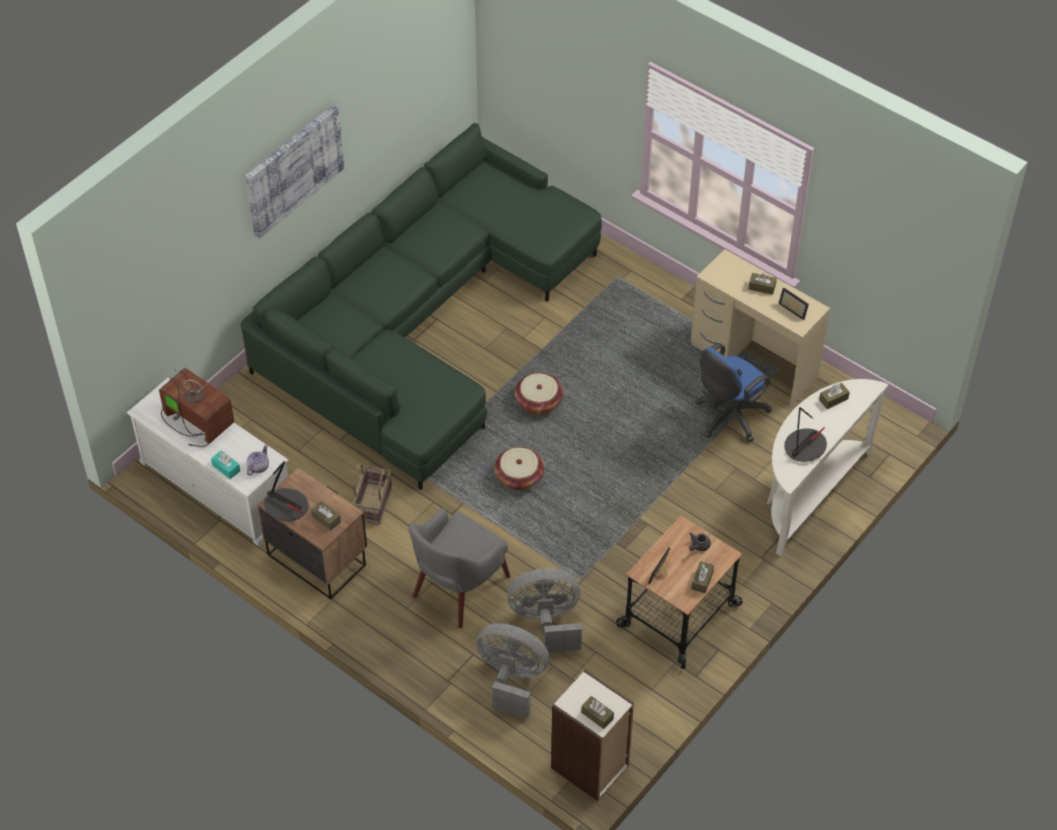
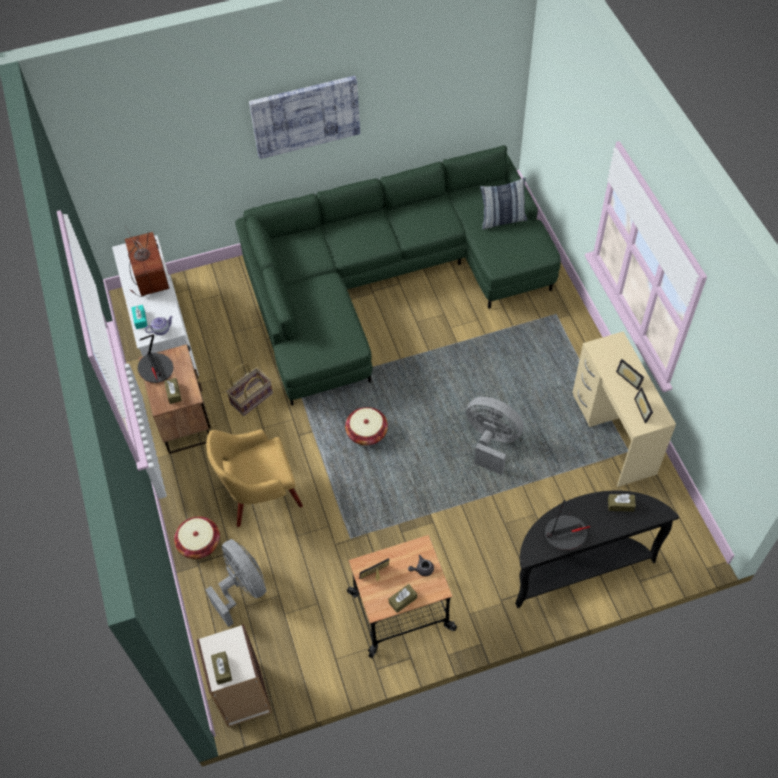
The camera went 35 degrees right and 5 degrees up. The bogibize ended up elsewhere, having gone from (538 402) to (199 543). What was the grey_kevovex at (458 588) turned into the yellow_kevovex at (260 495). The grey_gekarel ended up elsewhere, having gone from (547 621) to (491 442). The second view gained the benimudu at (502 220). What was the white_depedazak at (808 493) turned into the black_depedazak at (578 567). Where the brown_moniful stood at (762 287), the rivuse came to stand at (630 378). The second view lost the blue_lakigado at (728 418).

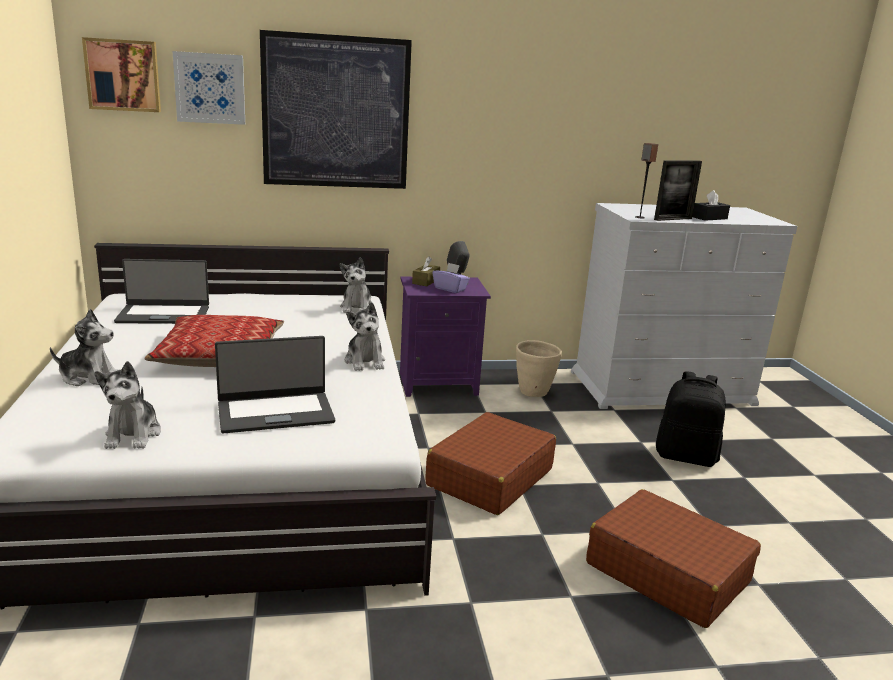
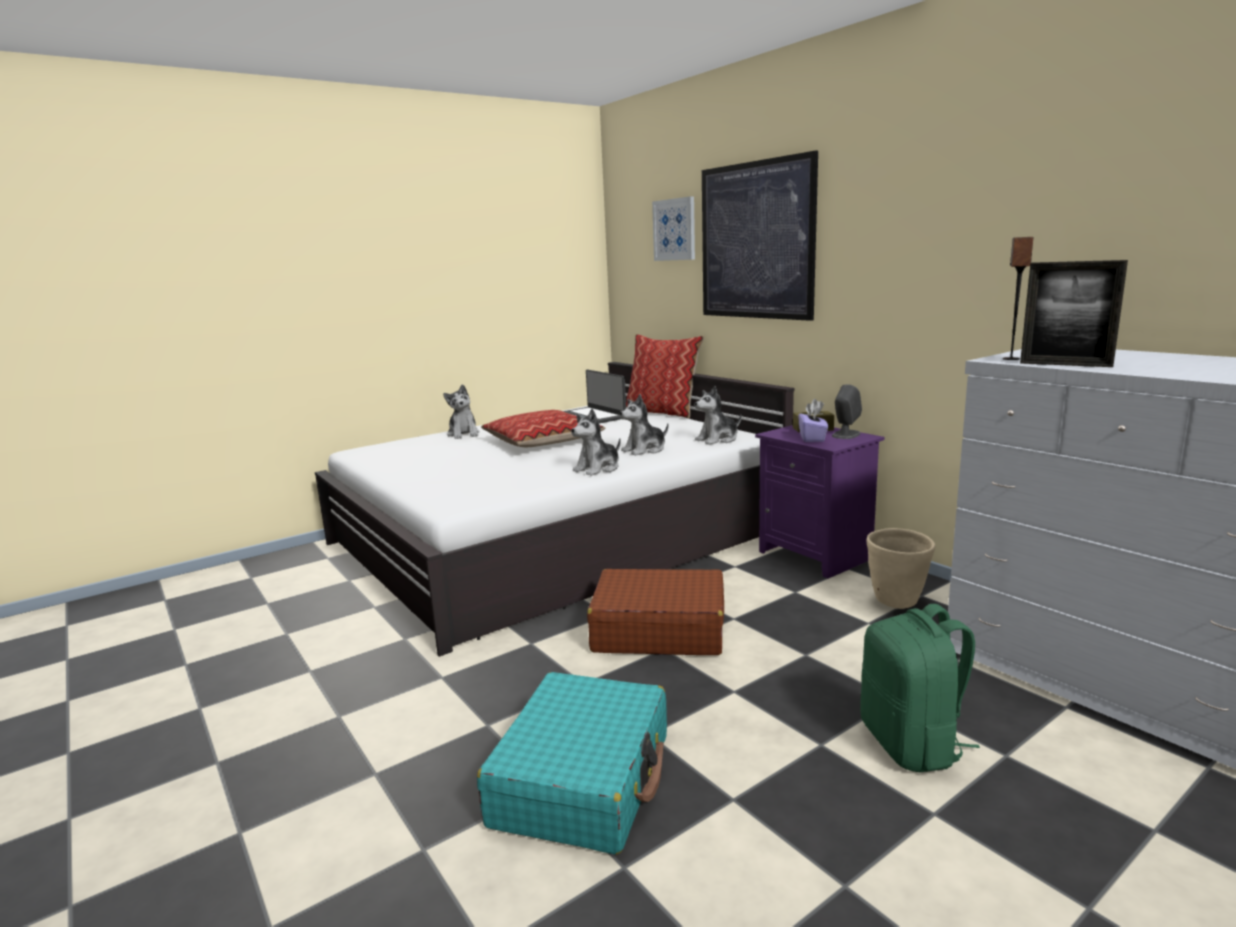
The camera went 65 degrees right and 5 degrees down. What was the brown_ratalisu at (667 572) turned into the turquoise_ratalisu at (583 780). The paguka ended up elsewhere, having gone from (133 435) to (645 450). The second view gained the benimudu at (662 412). What was the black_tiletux at (686 456) turned into the green_tiletux at (912 744). The second view lost the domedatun at (123 75). The second view lost the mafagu at (275 412). The second view lost the black_moniful at (709 218).

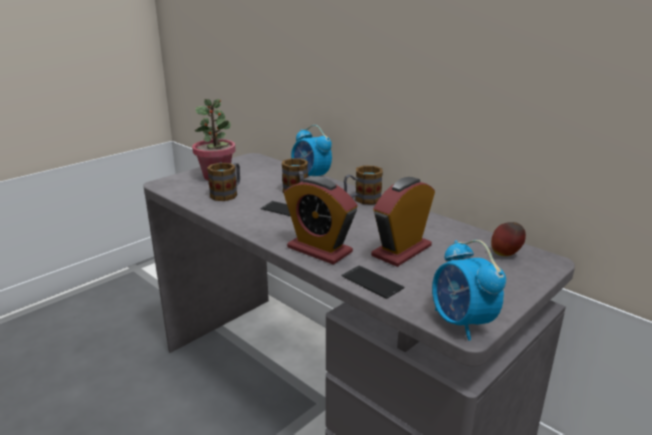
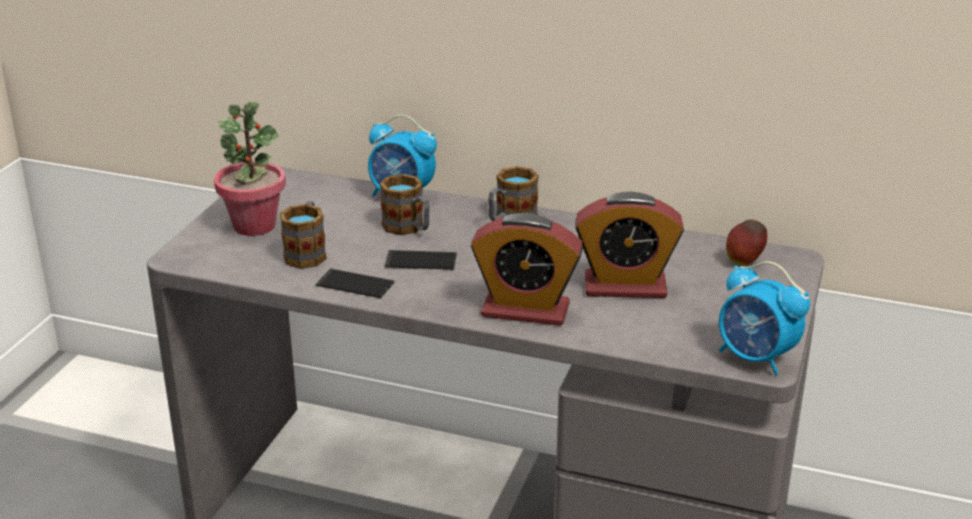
The camera went 25 degrees left and 5 degrees up. The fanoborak ended up elsewhere, having gone from (372 282) to (355 284). The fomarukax at (401 251) ended up facing another way, 105 degrees counterclockwise from before.

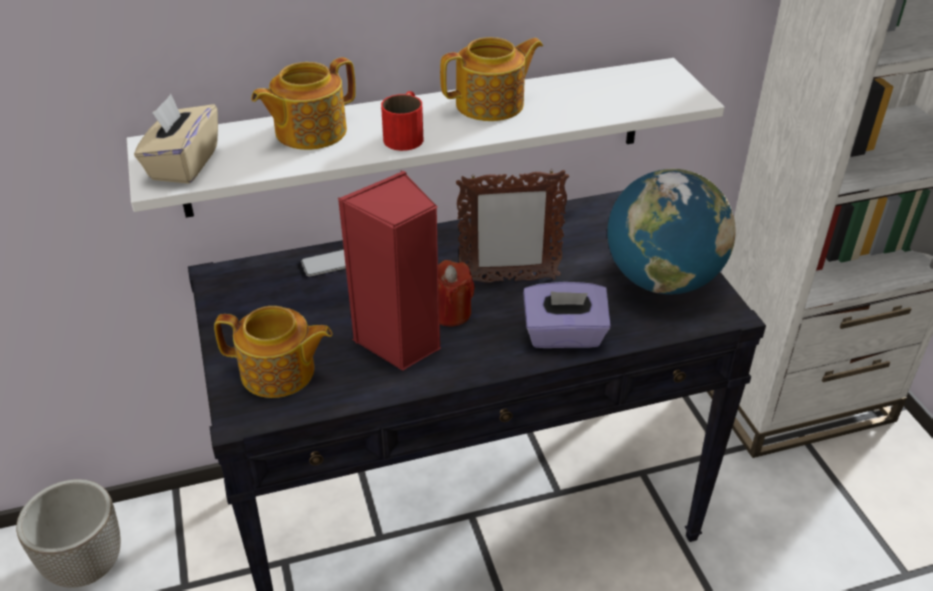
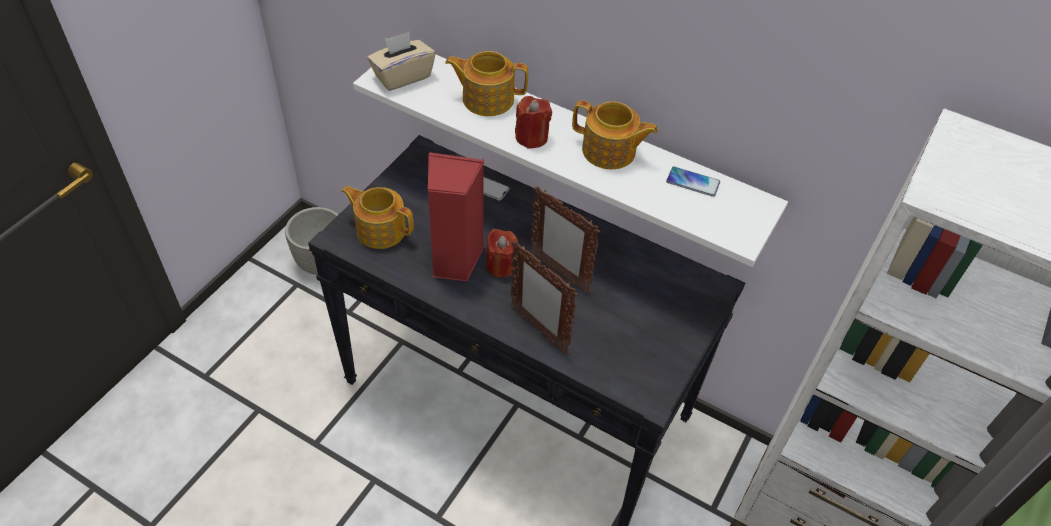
The camera went 45 degrees right and 10 degrees up. The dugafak at (279 373) ended up facing another way, 150 degrees clockwise from before. Where the purple_moniful stood at (564 336), the rivuse came to stand at (538 330). Where the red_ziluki stood at (406 134), the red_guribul came to stand at (531 137). The second view gained the fanoborak at (693 182). The second view lost the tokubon at (662 280).

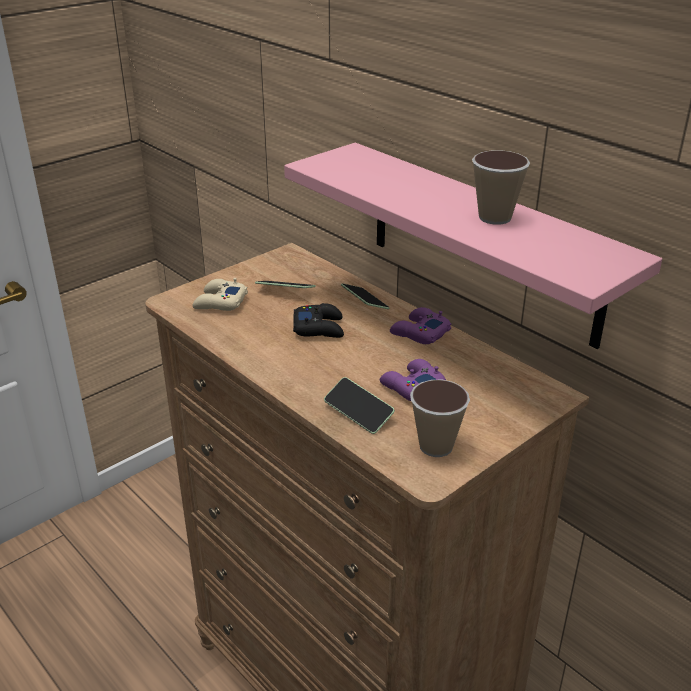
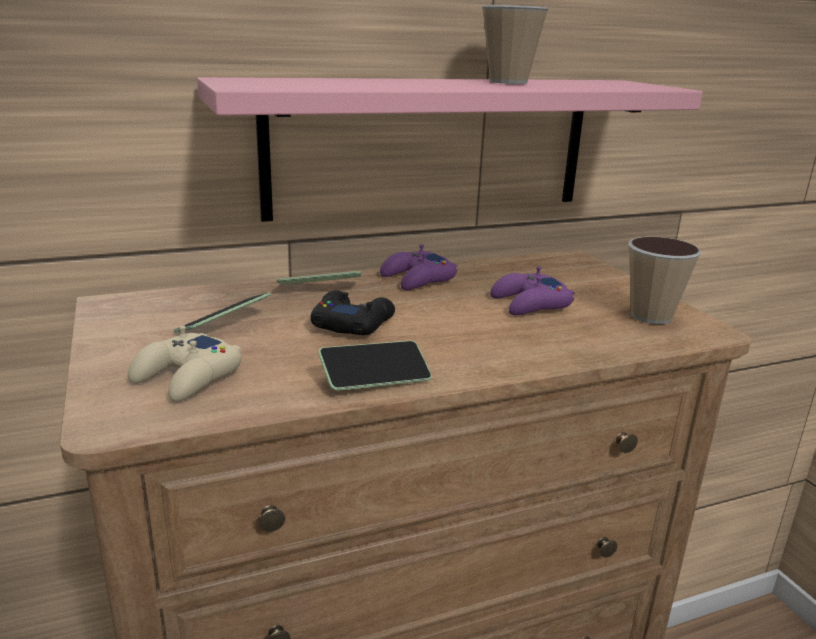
The camera went 70 degrees left and 10 degrees down. The fanoborak ended up elsewhere, having gone from (358 413) to (375 379).

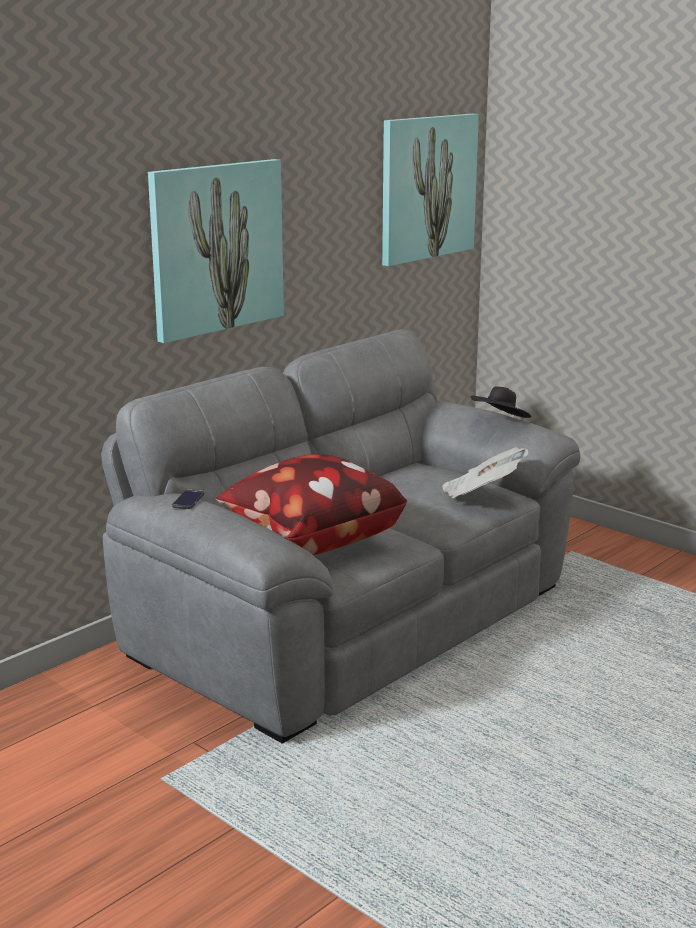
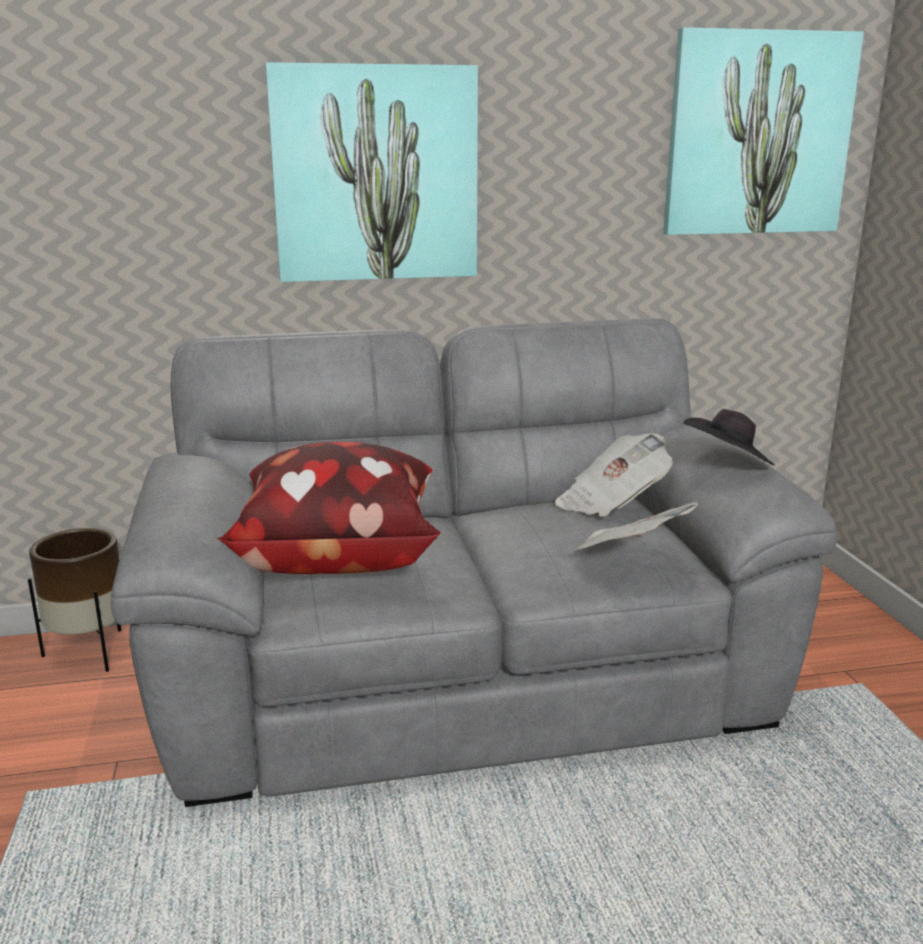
The camera went 35 degrees right and 0 degrees up. The second view gained the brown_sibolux at (91 652). The second view gained the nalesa at (610 502). The second view lost the fanoborak at (188 500).

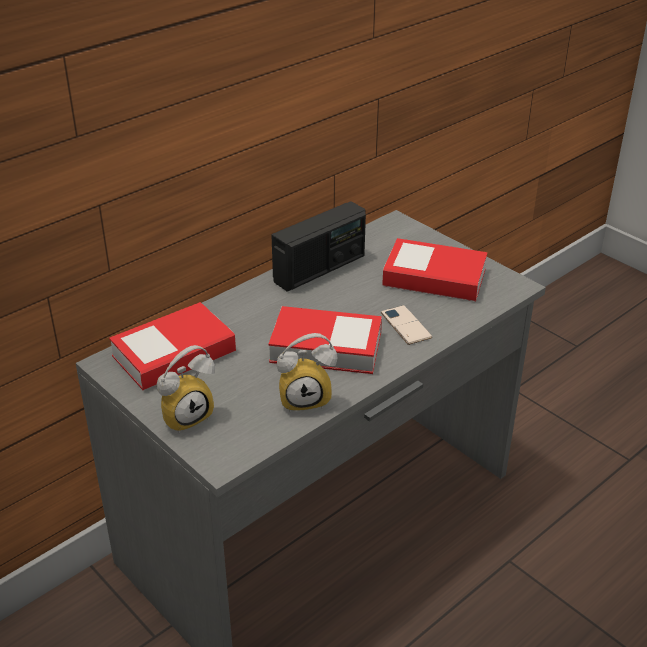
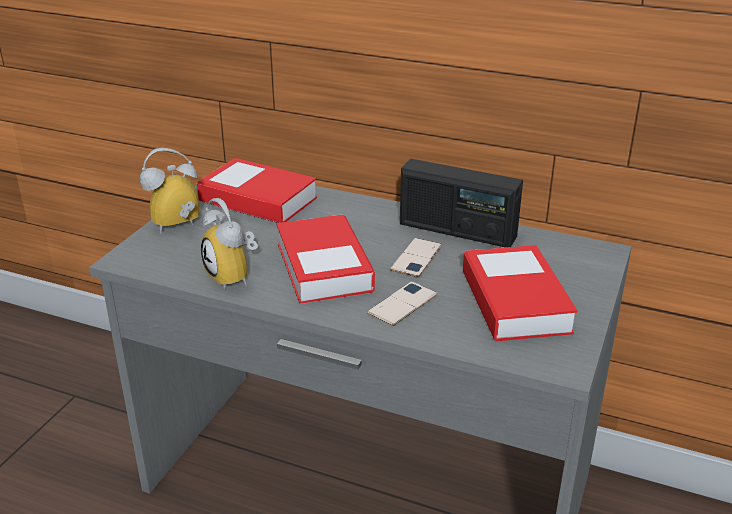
The camera went 65 degrees right and 5 degrees down. The fomarukax at (186 415) ended up facing another way, 120 degrees clockwise from before. The second view gained the fanoborak at (416 258).

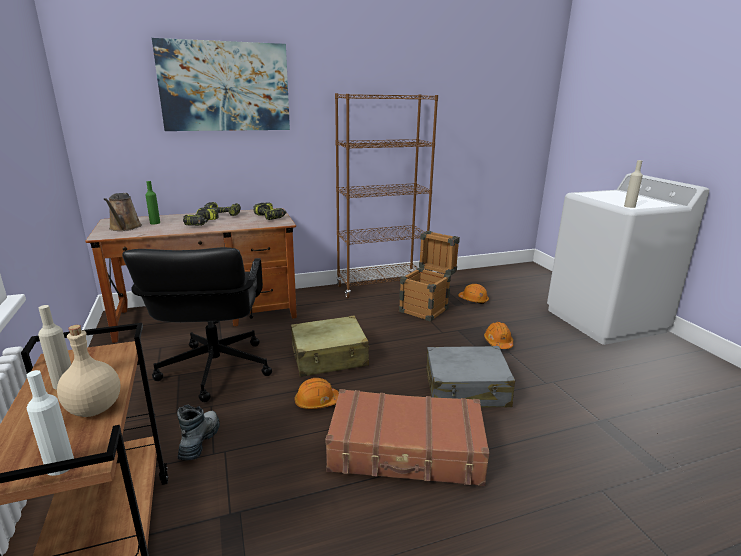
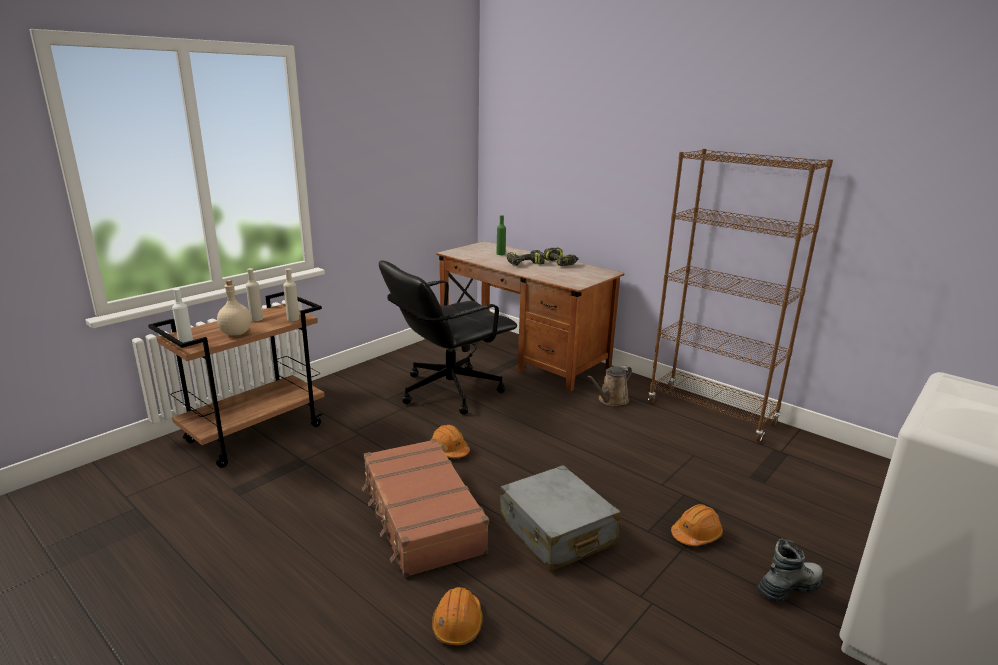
The camera went 60 degrees right and 0 degrees up. The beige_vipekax ended up elsewhere, having gone from (629 206) to (293 319). The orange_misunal ended up elsewhere, having gone from (473 300) to (457 624). The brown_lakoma ended up elsewhere, having gone from (124 228) to (611 400). The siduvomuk ended up elsewhere, having gone from (199 441) to (789 587). The second view lost the domedatun at (225 87). The second view lost the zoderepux at (270 217). The second view lost the beige_ratalisu at (329 357). The second view lost the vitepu at (427 308).

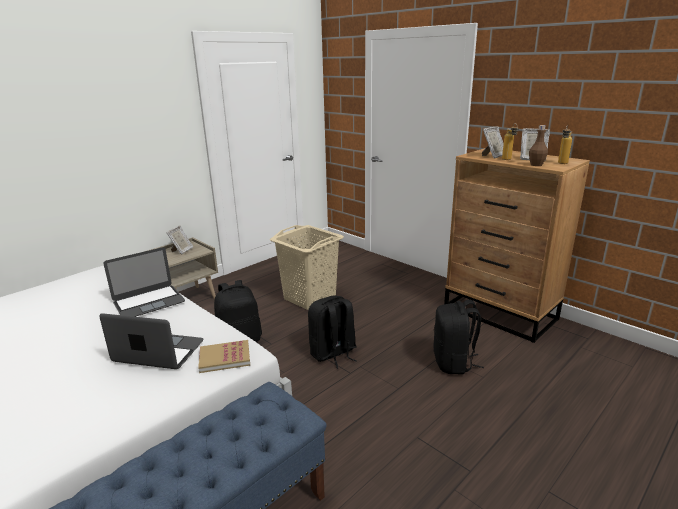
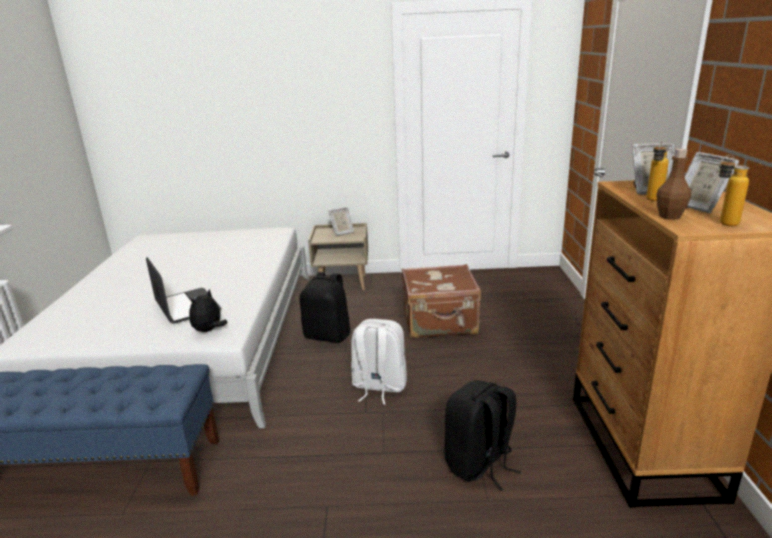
The camera went 45 degrees right and 0 degrees up. Where the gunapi stood at (225 358), the paguka came to stand at (209 330). What was the black_tiletux at (333 353) turned into the white_tiletux at (378 386). Where the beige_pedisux stood at (309 297), the brown_ratalisu came to stand at (440 323). The second view lost the mafagu at (149 302).

